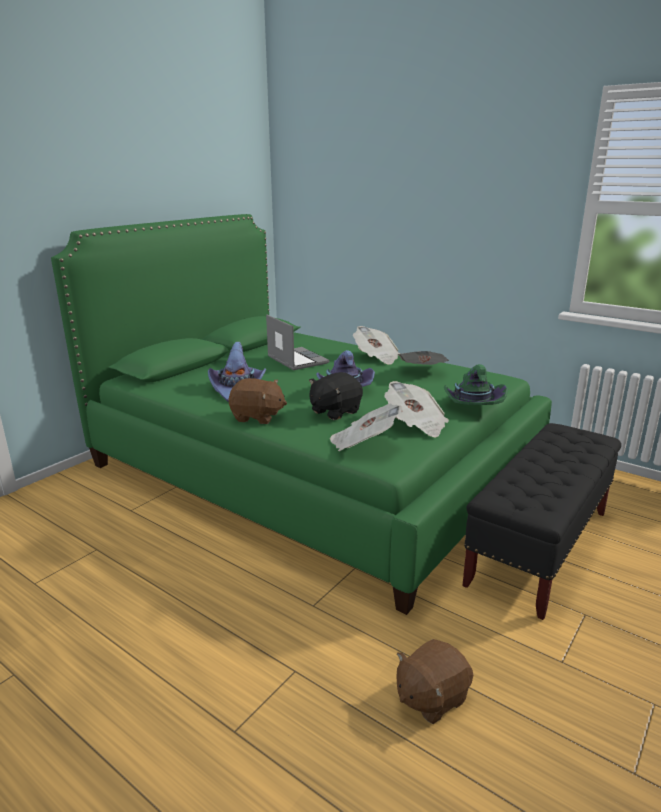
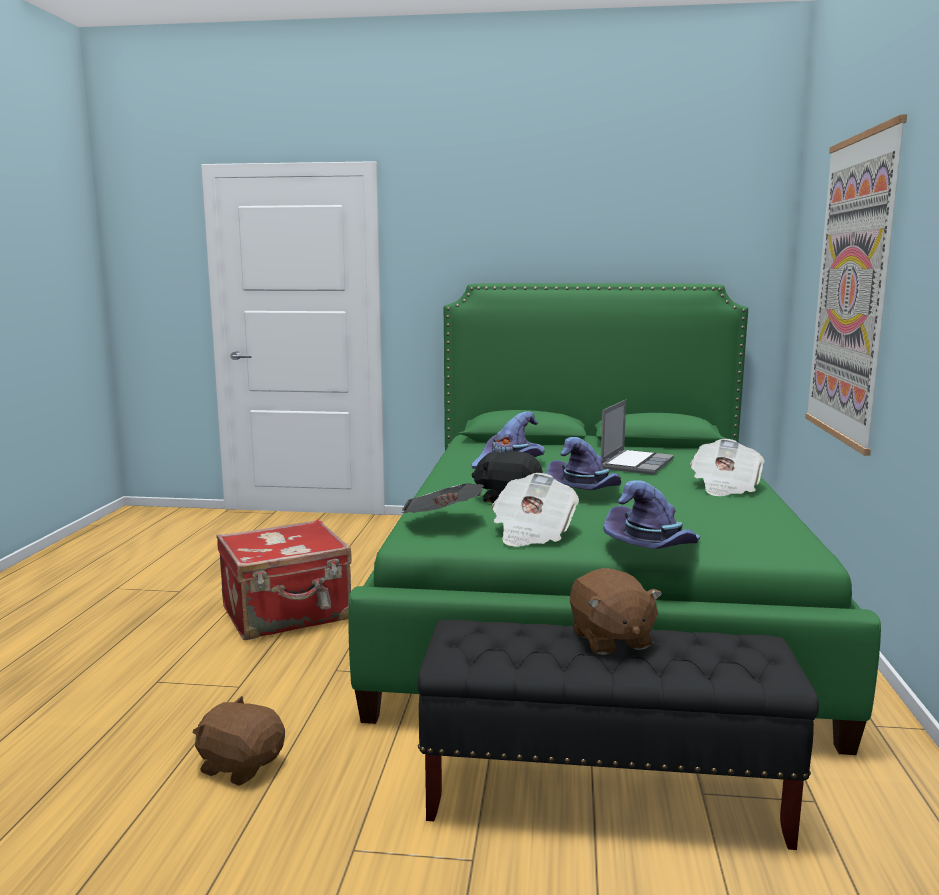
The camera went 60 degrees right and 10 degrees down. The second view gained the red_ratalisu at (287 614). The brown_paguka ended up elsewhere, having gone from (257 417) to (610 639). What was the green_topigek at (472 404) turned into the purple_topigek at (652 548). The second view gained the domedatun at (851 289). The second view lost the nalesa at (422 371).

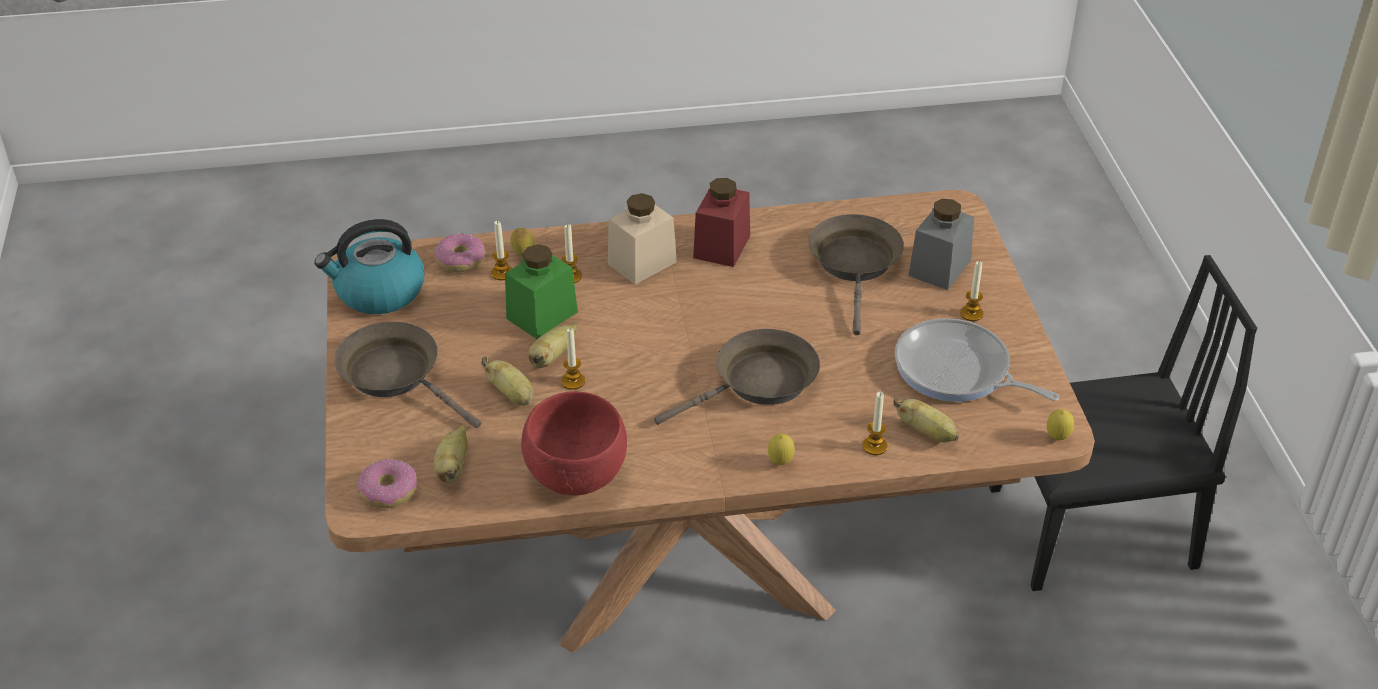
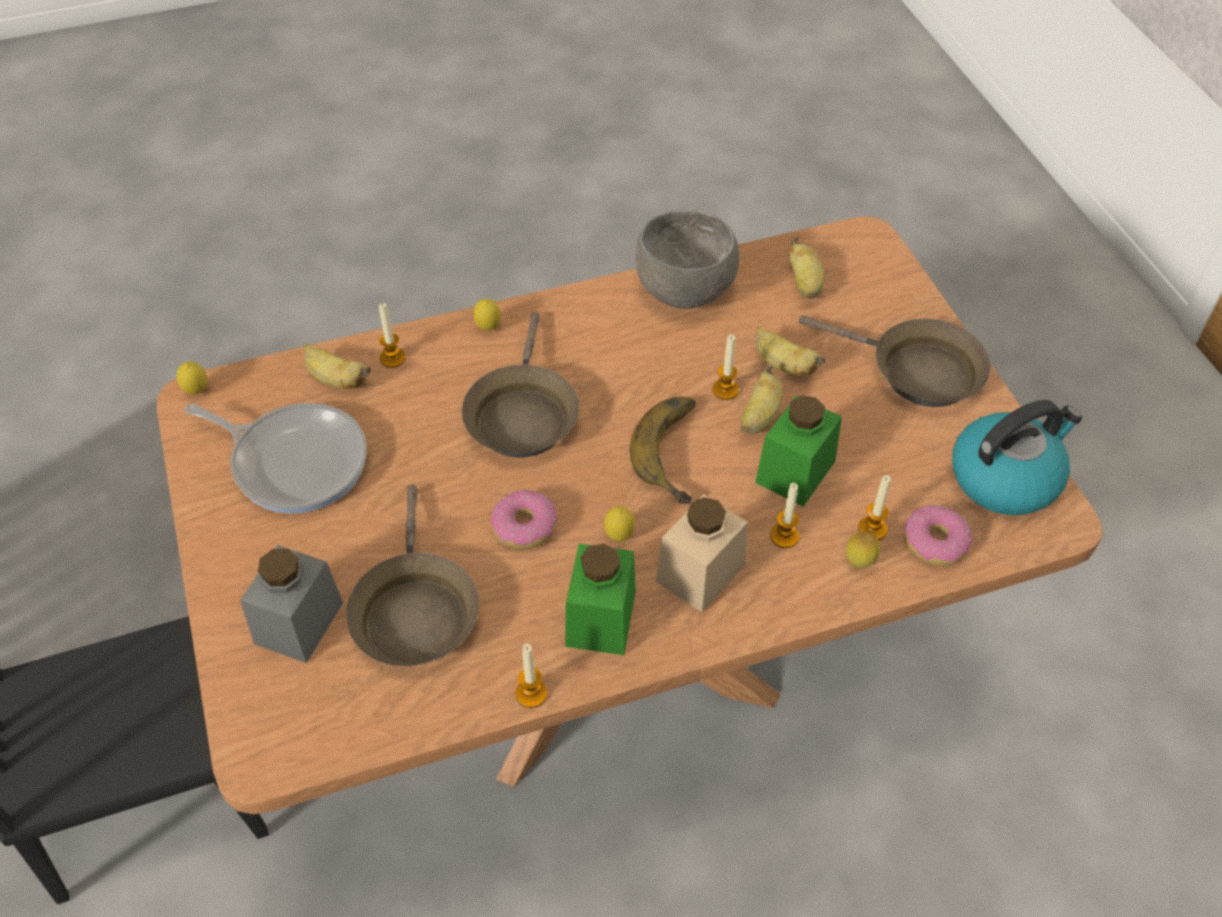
The camera went 170 degrees right and 10 degrees up. The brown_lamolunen at (758 383) ended up facing another way, 45 degrees counterclockwise from before. The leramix ended up elsewhere, having gone from (388 491) to (525 526). The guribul ended up elsewhere, having gone from (971 314) to (531 693). What was the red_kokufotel at (721 246) turned into the green_kokufotel at (600 618). The second view gained the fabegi at (619 537). The second view gained the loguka at (680 452). What was the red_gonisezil at (574 476) turned into the grey_gonisezil at (686 291).

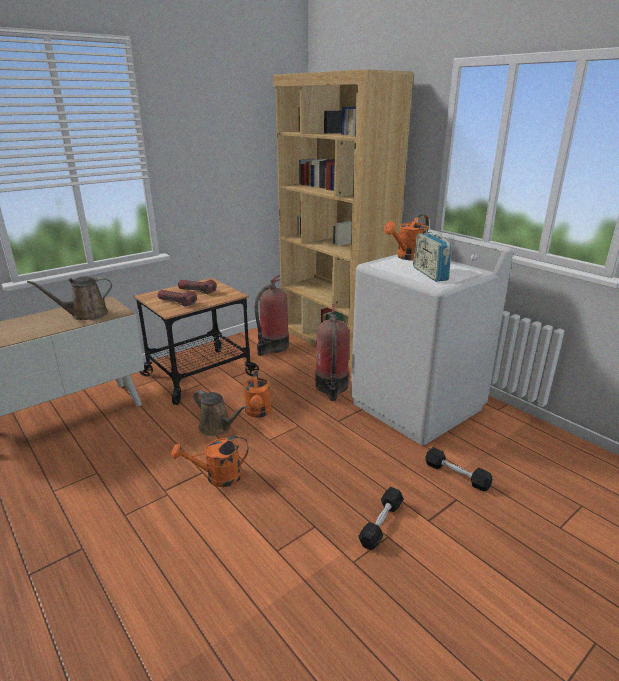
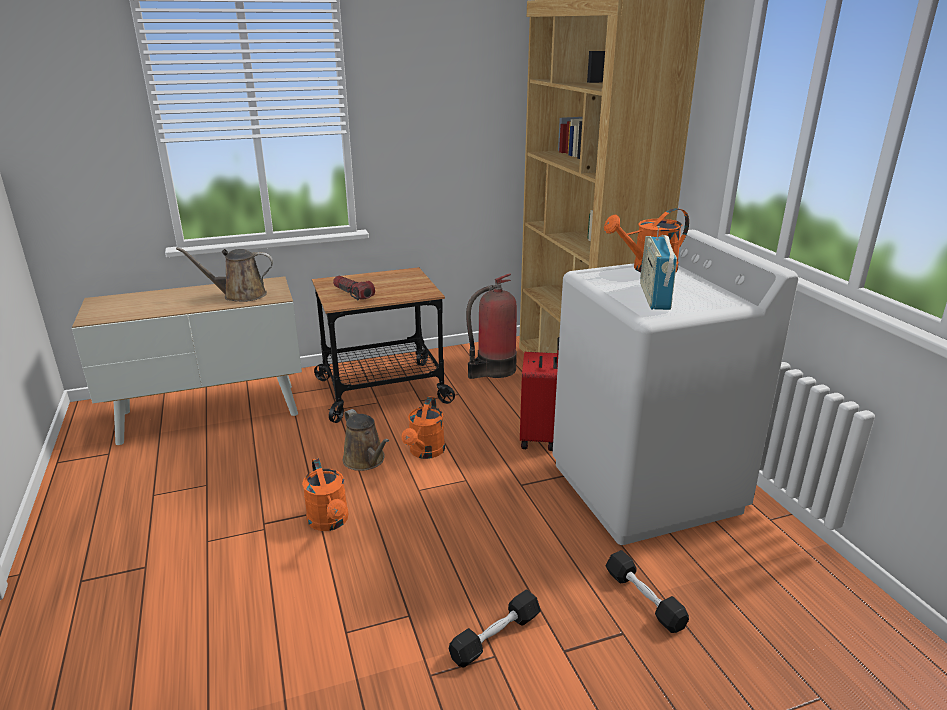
The camera went 20 degrees right and 0 degrees up. The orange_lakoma at (217 477) ended up facing another way, 120 degrees counterclockwise from before. Where the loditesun stood at (332 387), the red_ratalisu came to stand at (540 437). The second view lost the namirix at (197 291).

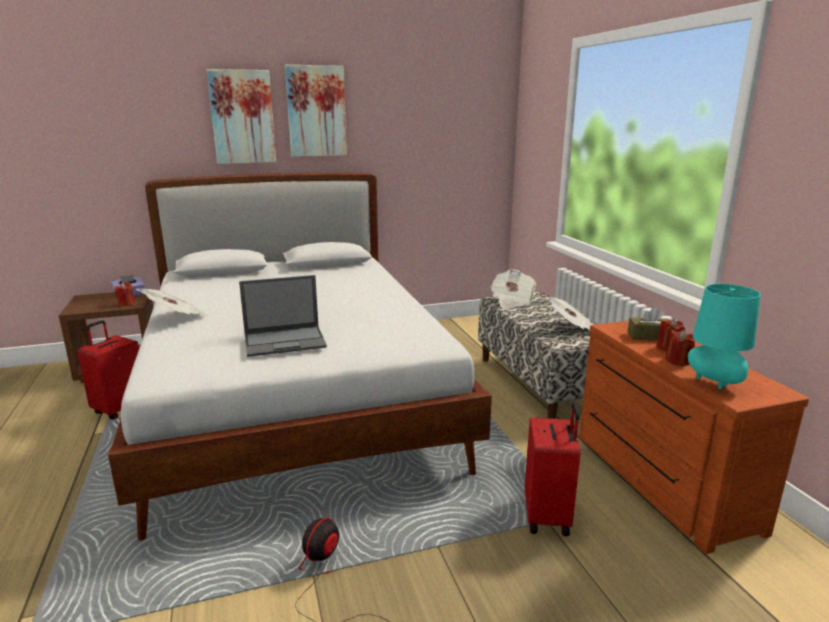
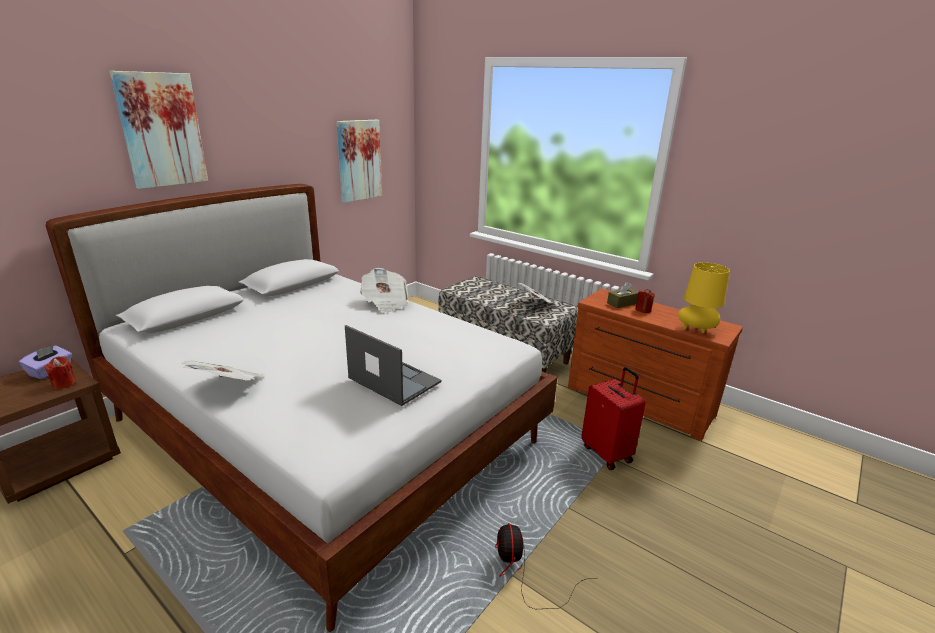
The camera went 35 degrees left and 5 degrees up. The domedatun ended up elsewhere, having gone from (316 111) to (359 160). The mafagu at (286 341) ended up facing another way, 90 degrees counterclockwise from before. The nalesa ended up elsewhere, having gone from (512 301) to (385 303). What was the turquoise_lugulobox at (714 383) turned into the yellow_lugulobox at (696 330). The second view lost the red_ratalisu at (120 409). The second view lost the red_guribul at (677 361).

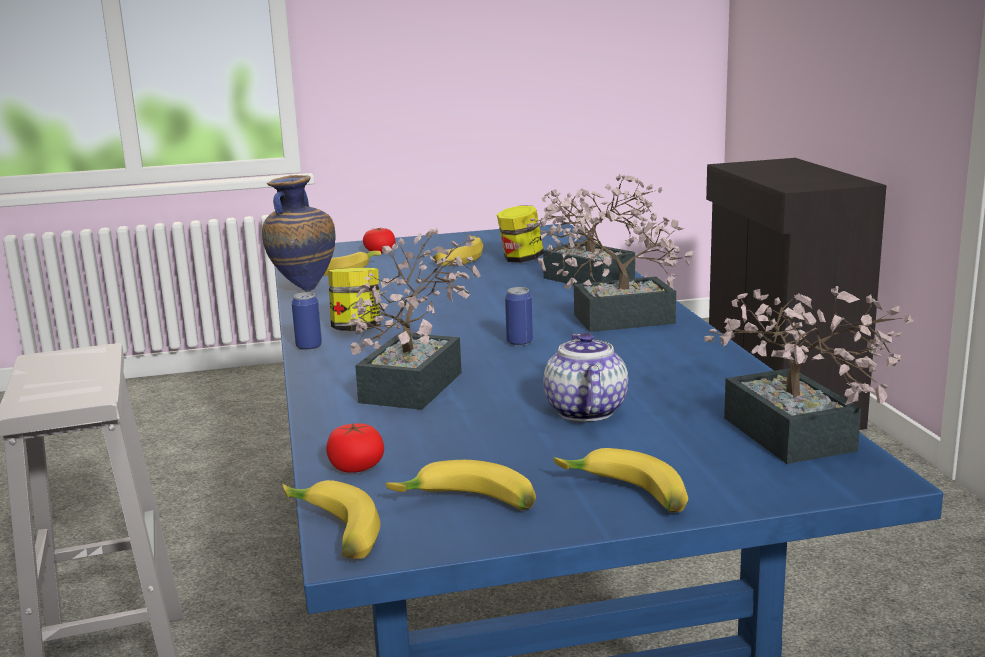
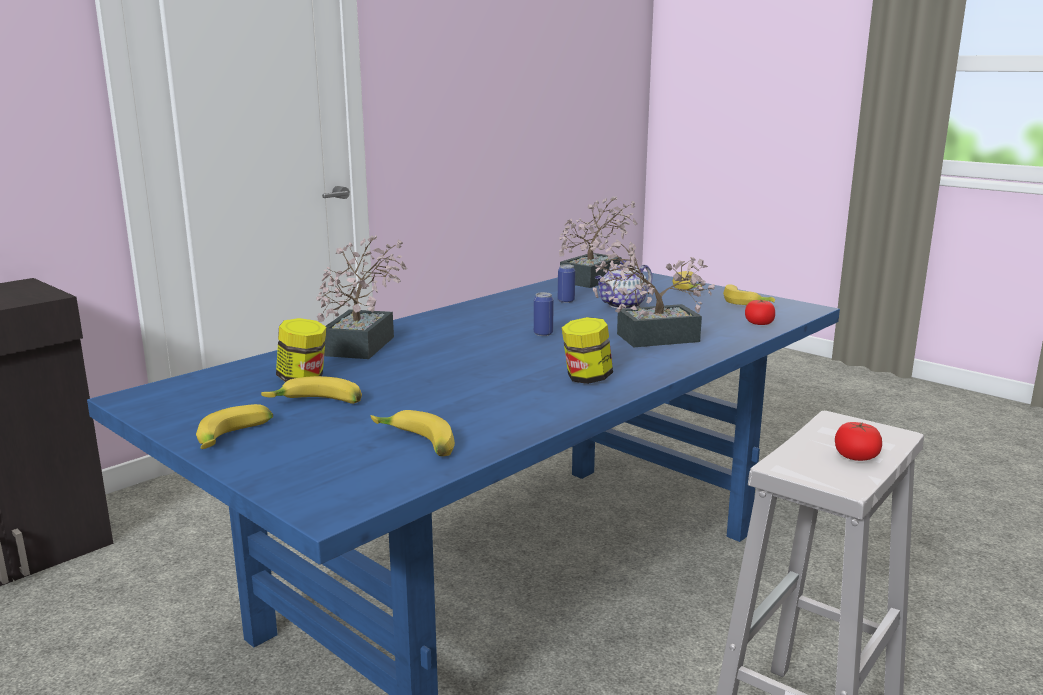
The camera went 125 degrees left and 0 degrees up. The loguka ended up elsewhere, having gone from (330 534) to (235 439). The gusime ended up elsewhere, having gone from (309 347) to (566 301). The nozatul ended up elsewhere, having gone from (380 252) to (856 456). The second view lost the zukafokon at (303 289). The second view lost the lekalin at (611 320).

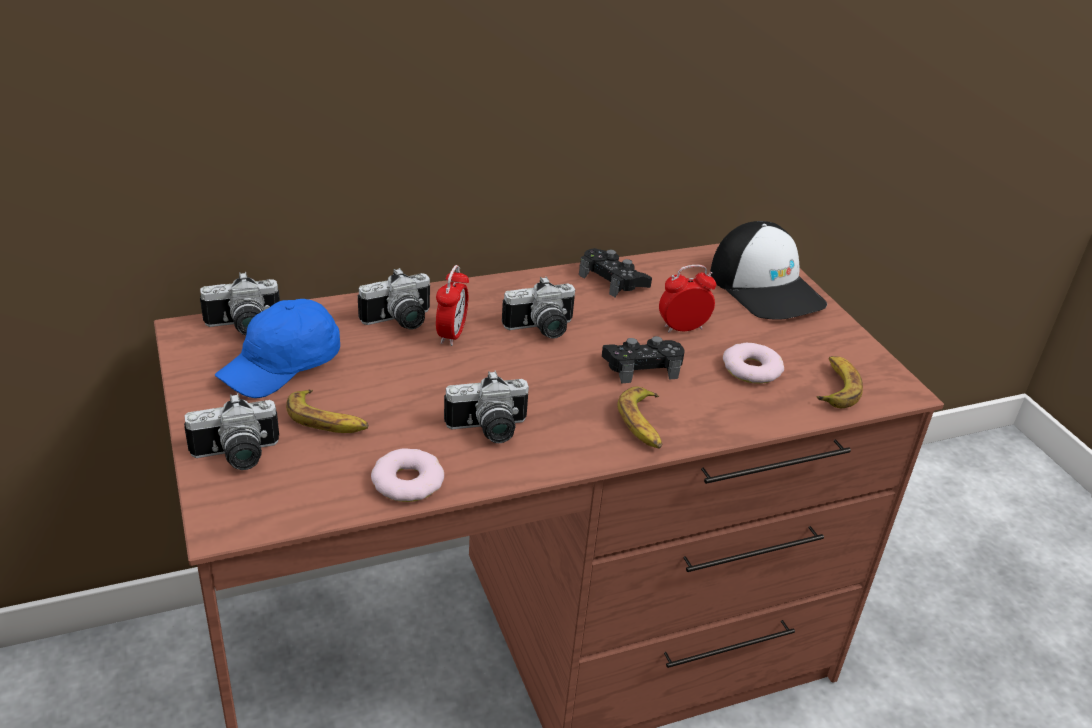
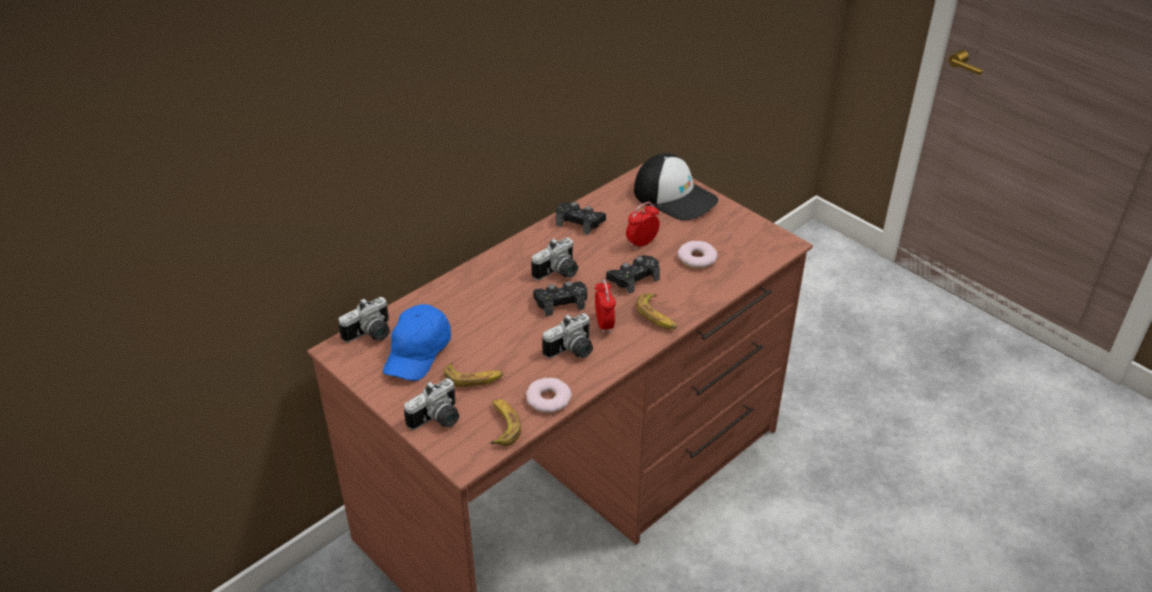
The camera went 20 degrees left and 5 degrees up. The loguka ended up elsewhere, having gone from (836 387) to (502 425). The second view gained the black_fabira at (561 302). The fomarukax ended up elsewhere, having gone from (451 334) to (604 324). The second view lost the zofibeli at (400 322).

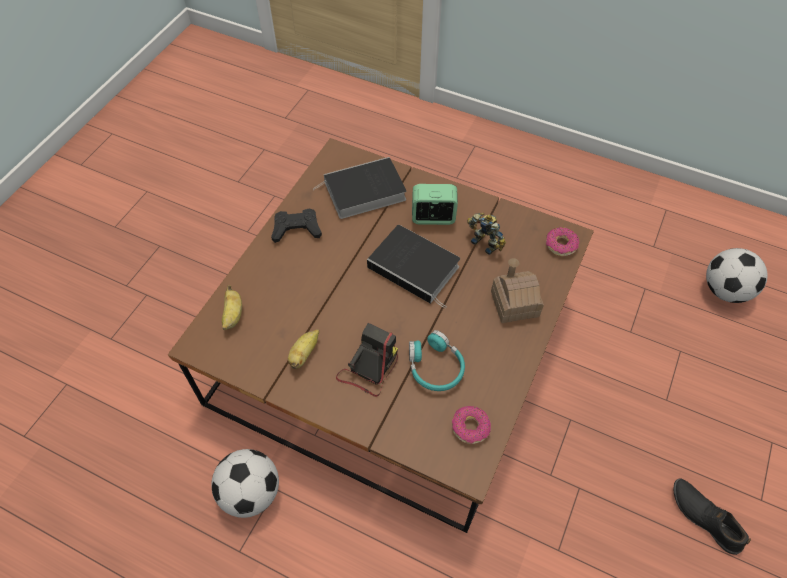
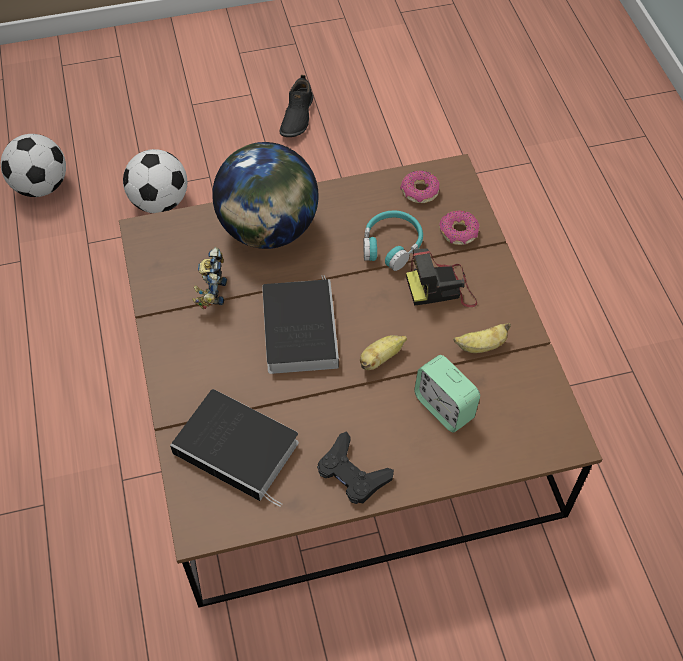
The camera went 130 degrees left and 0 degrees up. The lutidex ended up elsewhere, having gone from (250 493) to (160 202). Where the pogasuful stood at (514 303), the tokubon came to stand at (268 230). The loguka ended up elsewhere, having gone from (233 315) to (381 358). The fomarukax ended up elsewhere, having gone from (433 217) to (444 407). The leramix ended up elsewhere, having gone from (560 245) to (458 232).

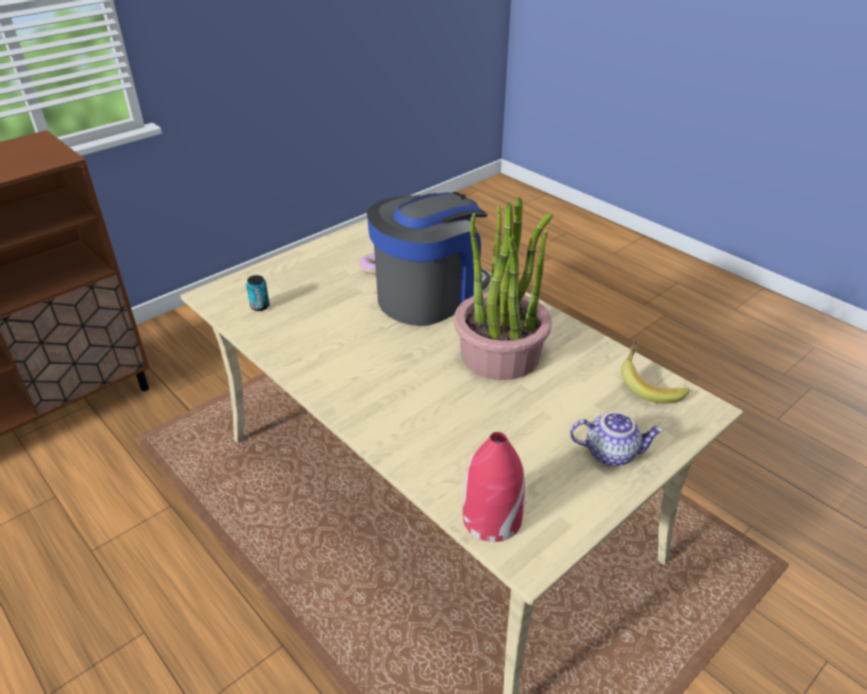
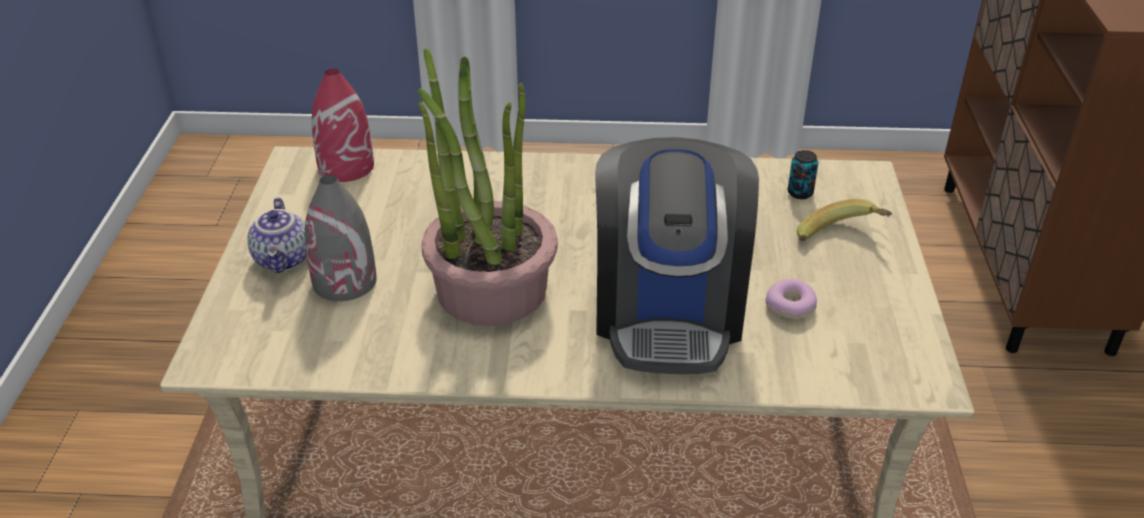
The camera went 135 degrees right and 0 degrees up. The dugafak at (611 452) ended up facing another way, 60 degrees counterclockwise from before. The second view gained the grey_zukafokon at (345 282). The loguka ended up elsewhere, having gone from (650 385) to (841 239).

